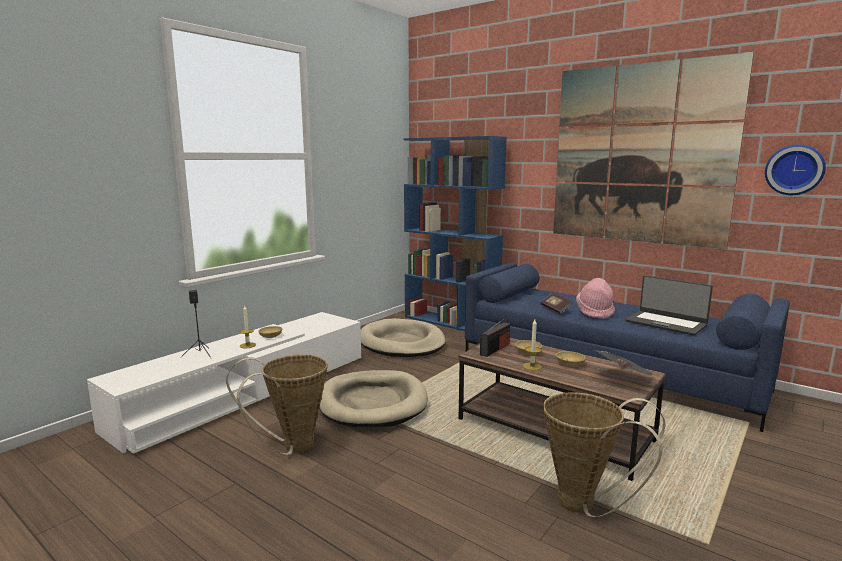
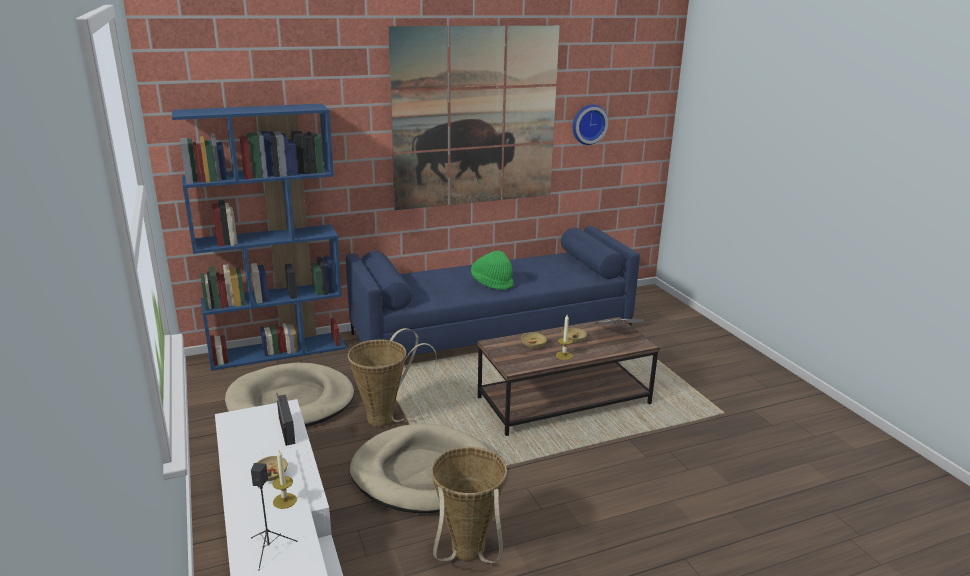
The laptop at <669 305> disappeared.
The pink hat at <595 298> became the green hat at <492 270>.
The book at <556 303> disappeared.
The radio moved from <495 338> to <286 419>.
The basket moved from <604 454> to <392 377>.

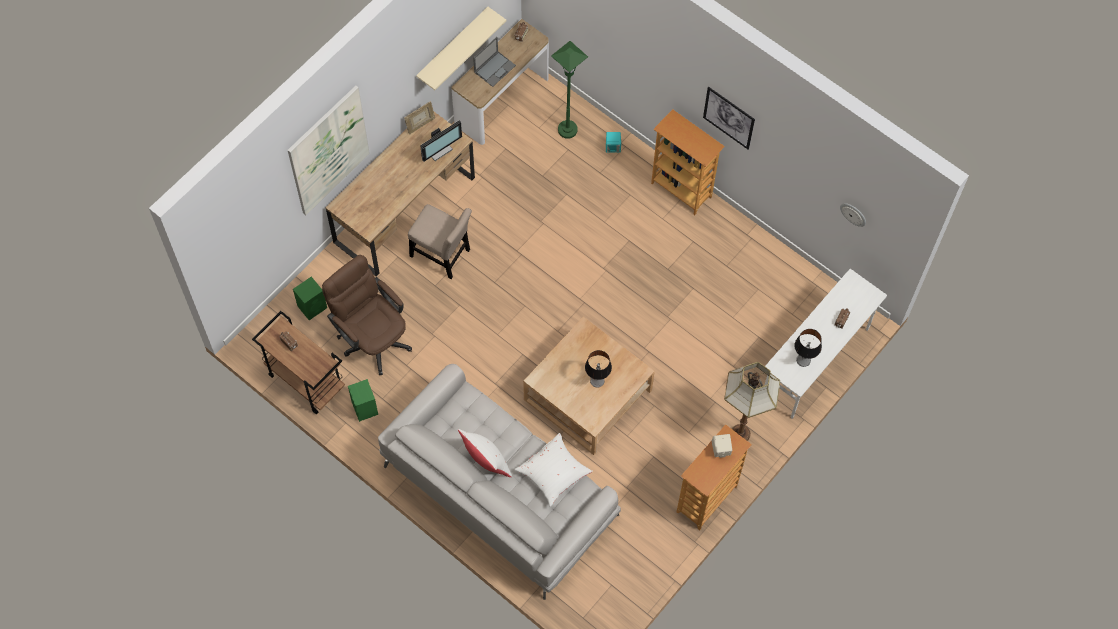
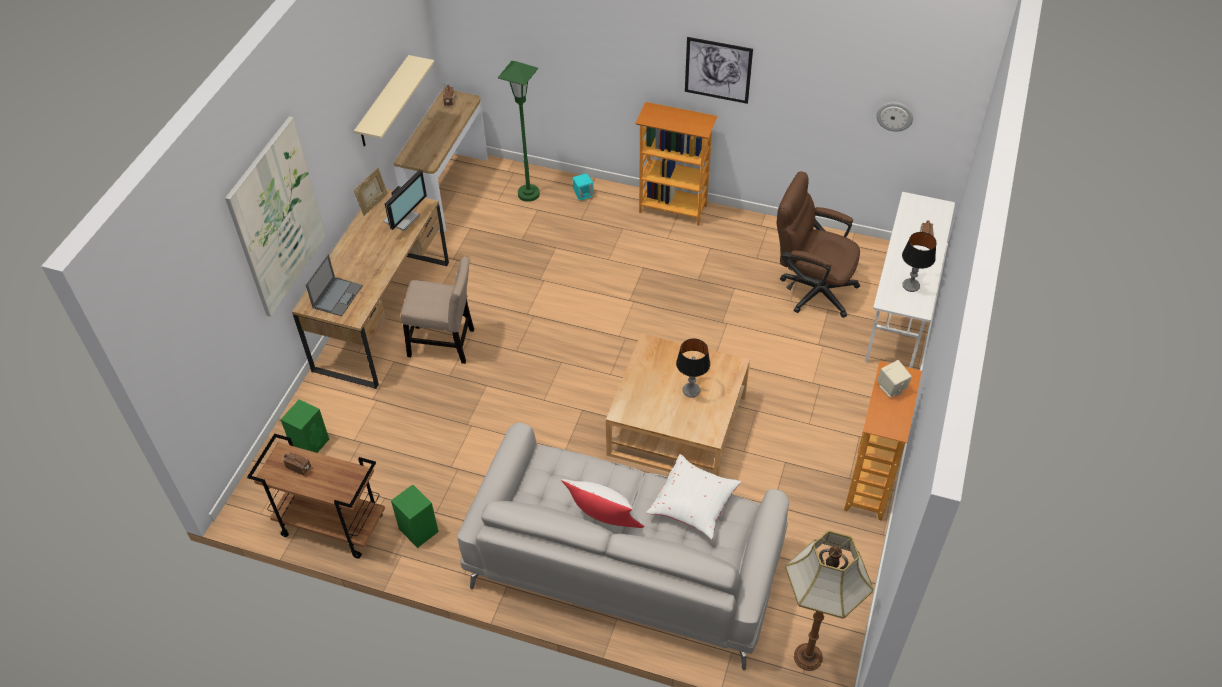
The laptop moved from <494 62> to <334 285>.
The brown office chair moved from <367 315> to <818 244>.
The floor lamp moved from <752 401> to <829 601>.

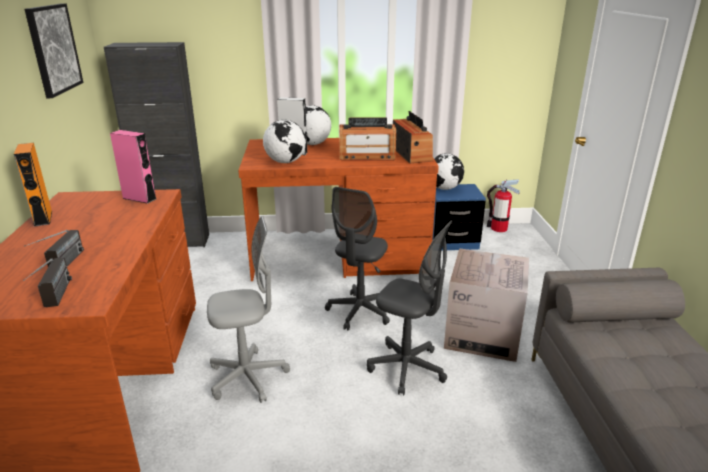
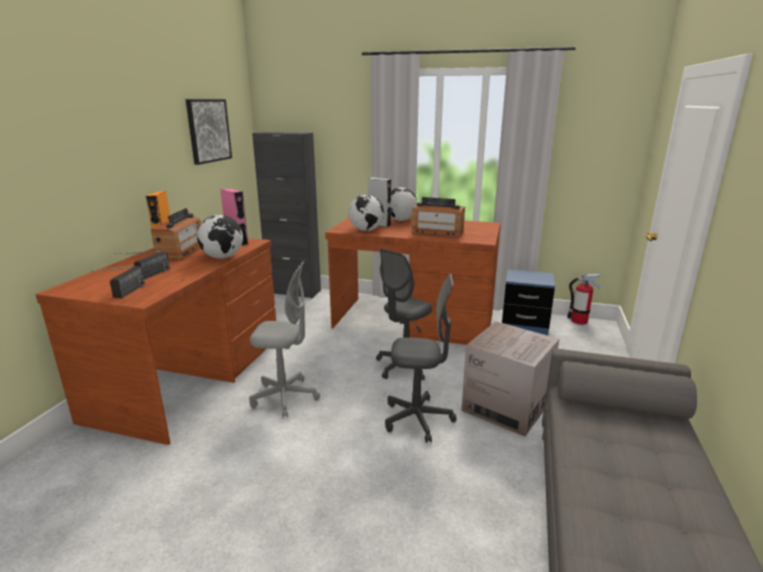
The radio moved from <413 137> to <176 234>.
The globe moved from <449 171> to <220 237>.
The grey office chair at <410 307> turned 45 degrees counterclockwise.

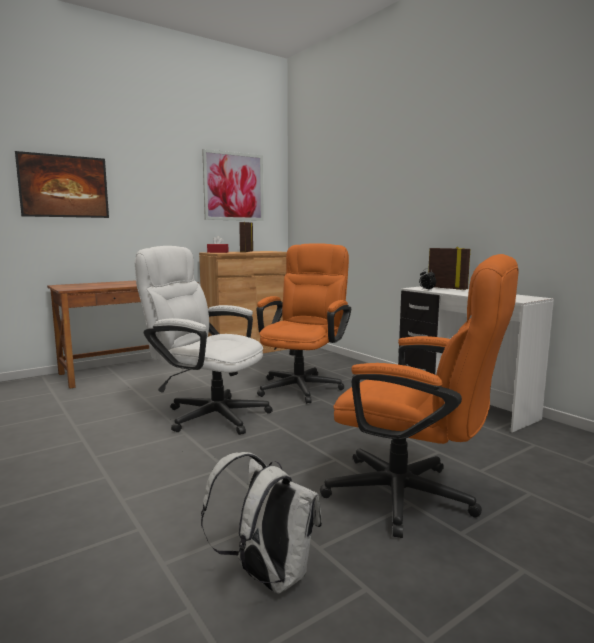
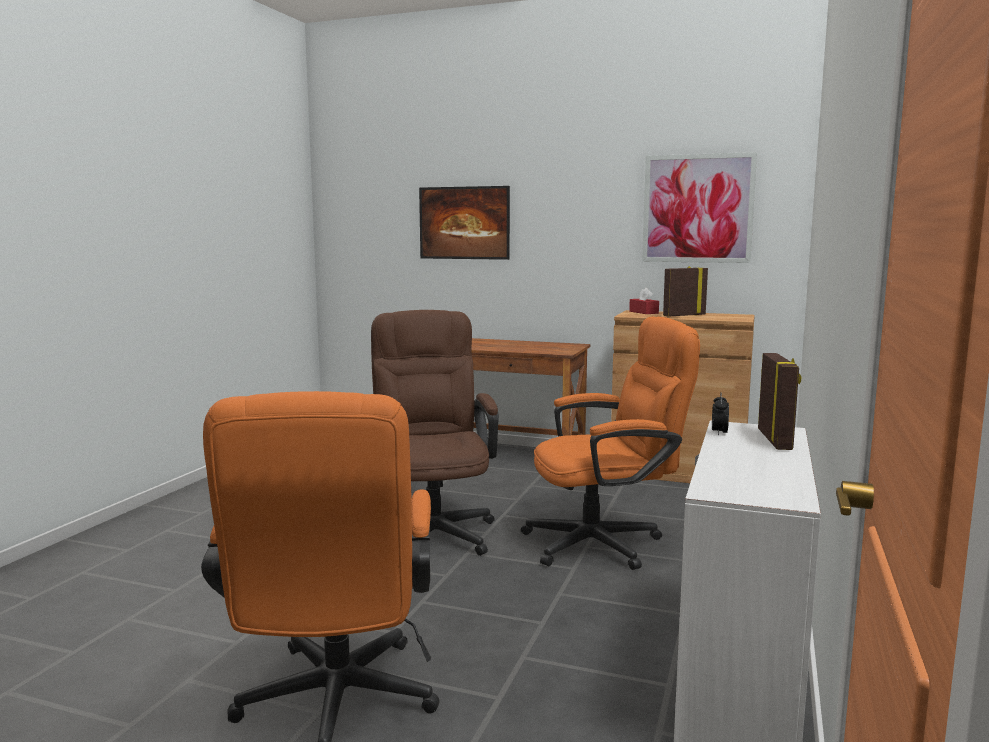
The white office chair at <204 340> became the brown office chair at <435 433>.
The white backpack at <261 523> disappeared.

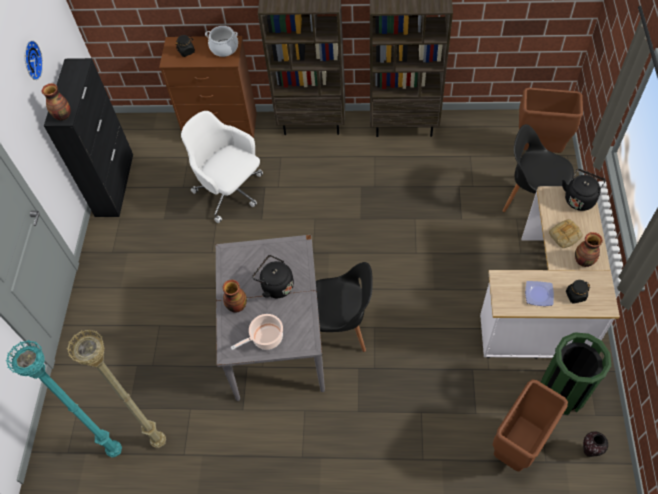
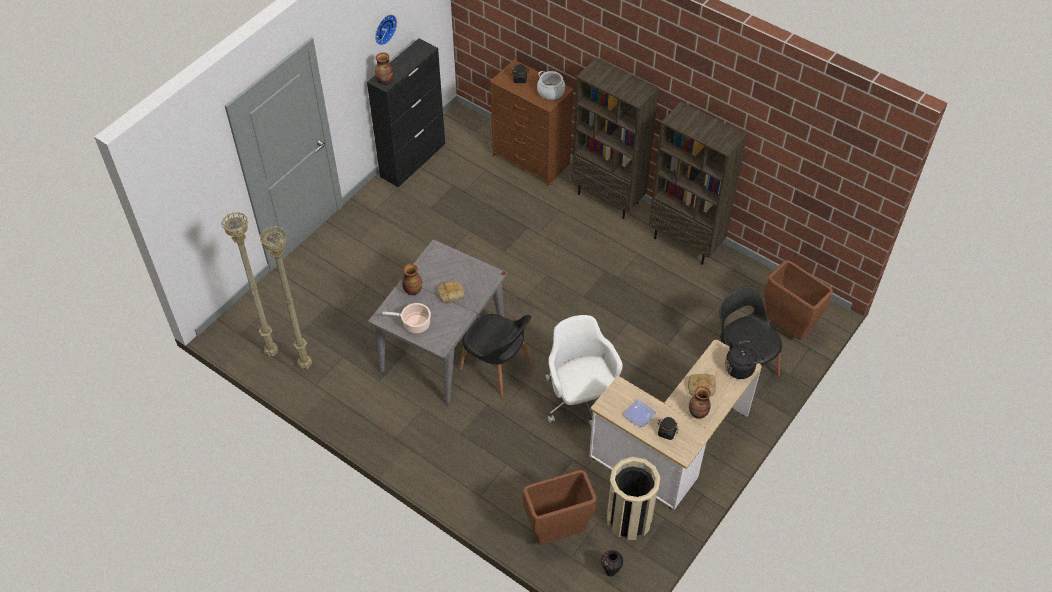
The white office chair moved from <222 167> to <584 371>.
The black kettle at <273 276> was replaced by the bread at <451 292>.
The green trash can at <576 373> became the beige trash can at <633 498>.
The turquoise floor lamp at <64 399> became the beige floor lamp at <249 284>.

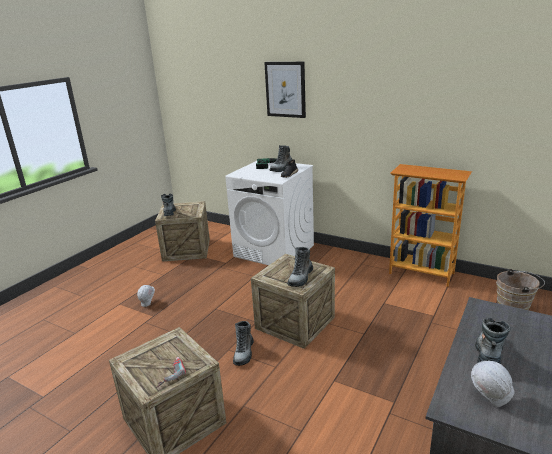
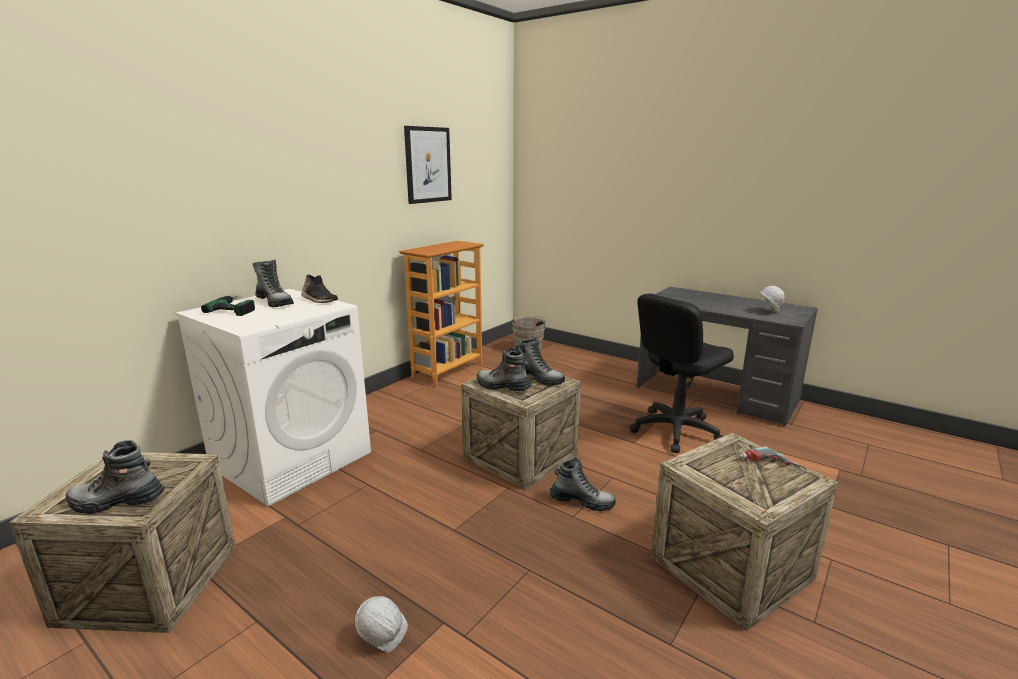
The picture moved from <285 90> to <428 165>.
The boot moved from <493 341> to <504 369>.
The black office chair at <681 373> appeared.

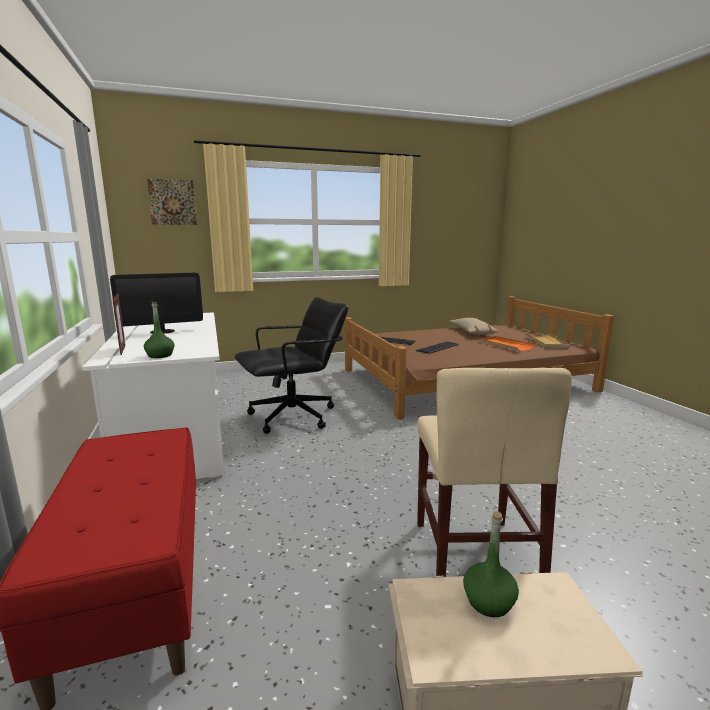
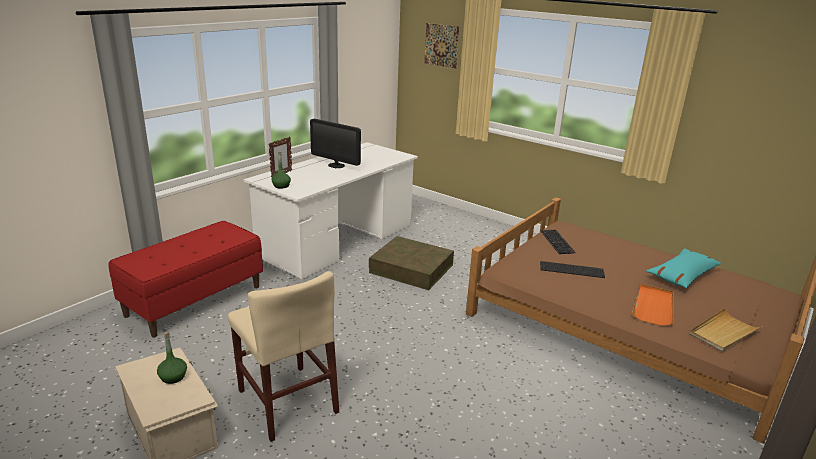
The black office chair at <291 365> was replaced by the brown storage box at <411 263>.
The beige pillow at <474 326> became the turquoise pillow at <684 268>.
The beige chair at <494 472> turned 90 degrees counterclockwise.

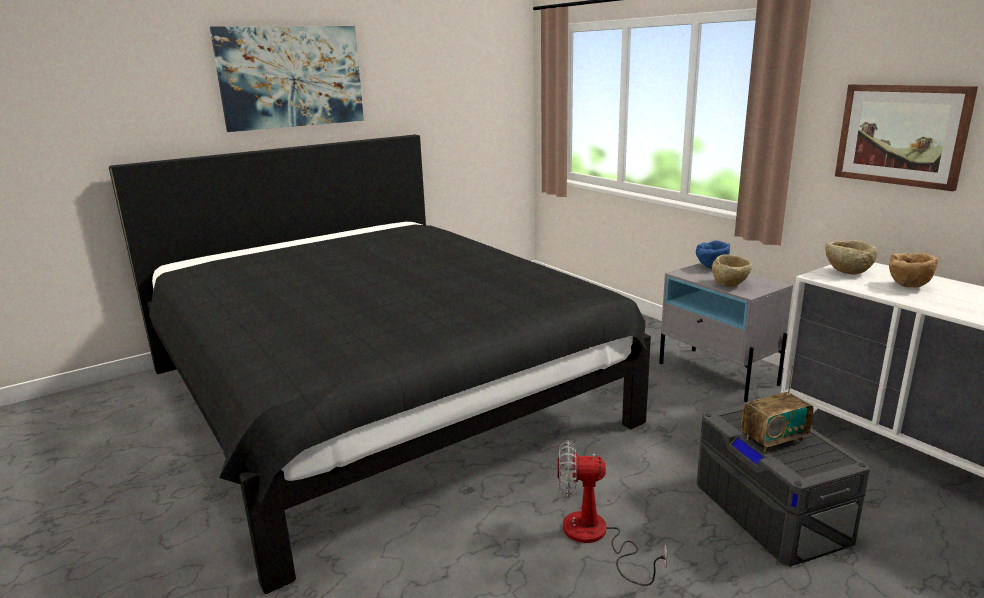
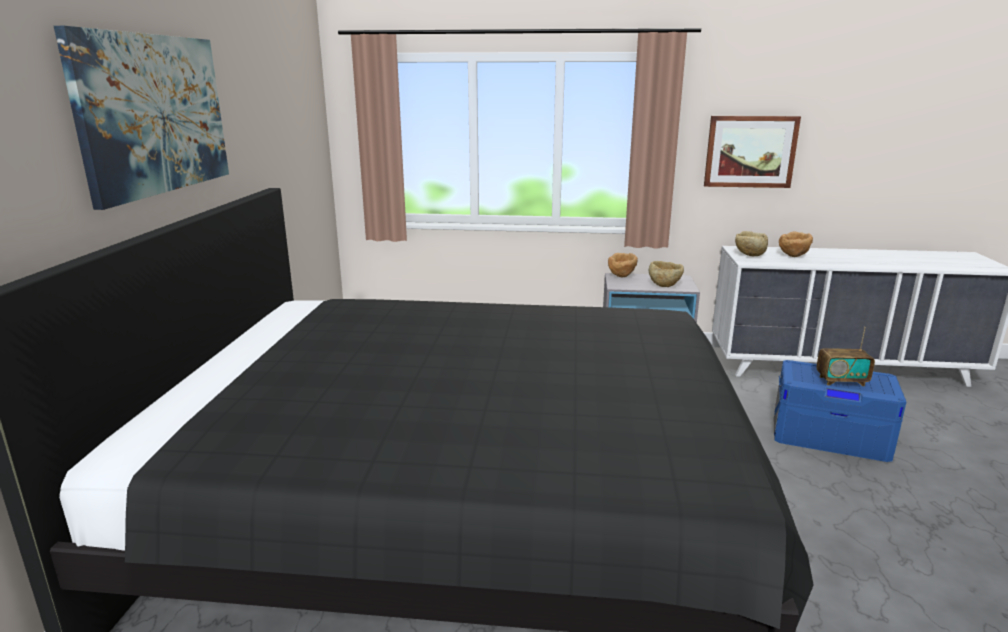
The blue bowl at <713 254> became the brown bowl at <623 265>.
The radio at <777 408> turned 75 degrees clockwise.
The grey storage box at <783 485> became the blue storage box at <840 411>.
The fan at <612 513> disappeared.

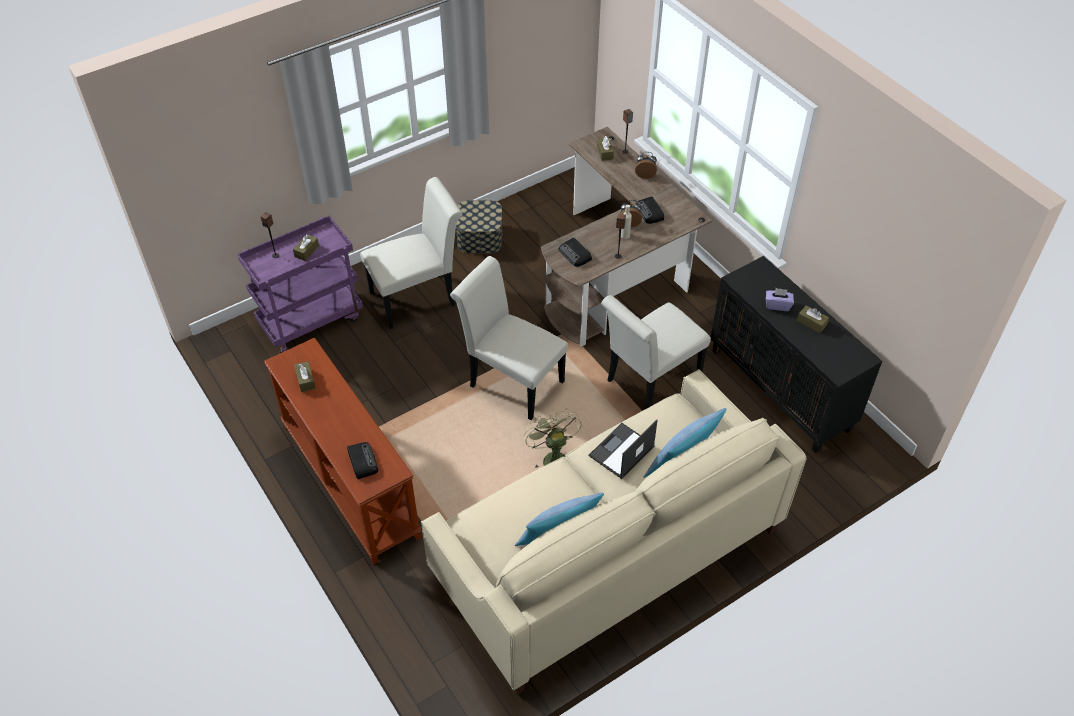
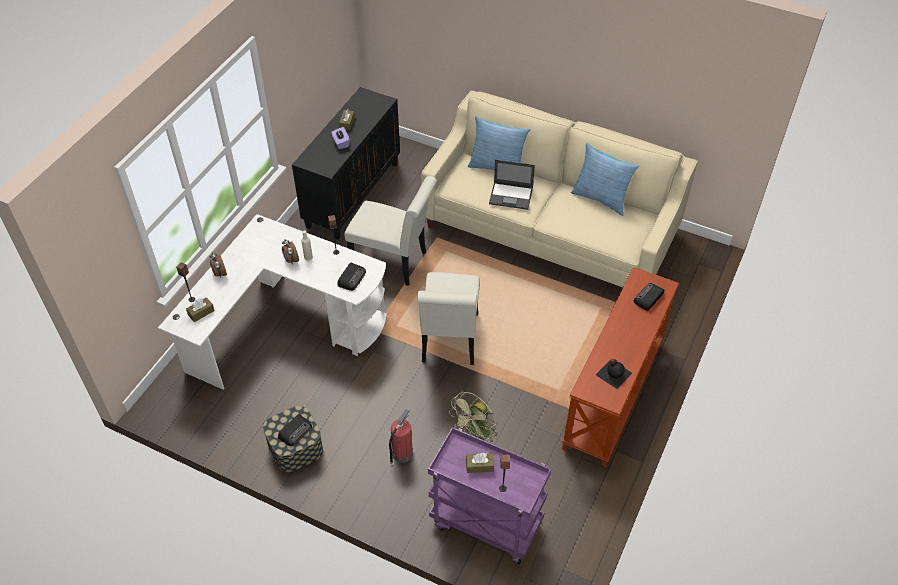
The brown desk at <626 236> became the white desk at <272 302>.
The white chair at <411 253> was replaced by the fire extinguisher at <401 438>.
The radio moved from <649 210> to <295 430>.
The brown tissue box at <305 376> was replaced by the black bottle at <614 374>.
The green fan moved from <553 438> to <473 417>.

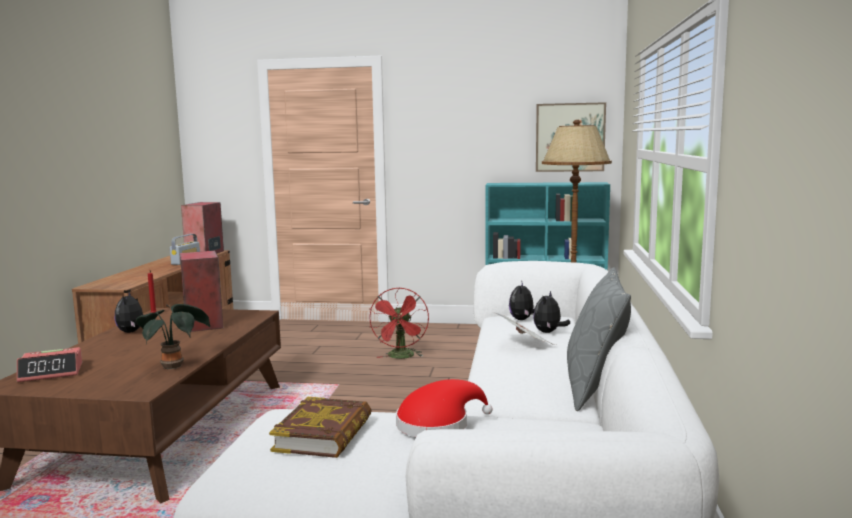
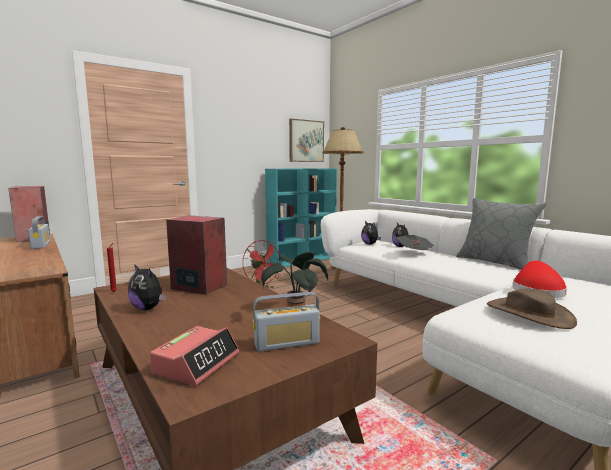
The book at <320 427> was replaced by the brown hat at <532 308>.
The radio at <286 322> appeared.

